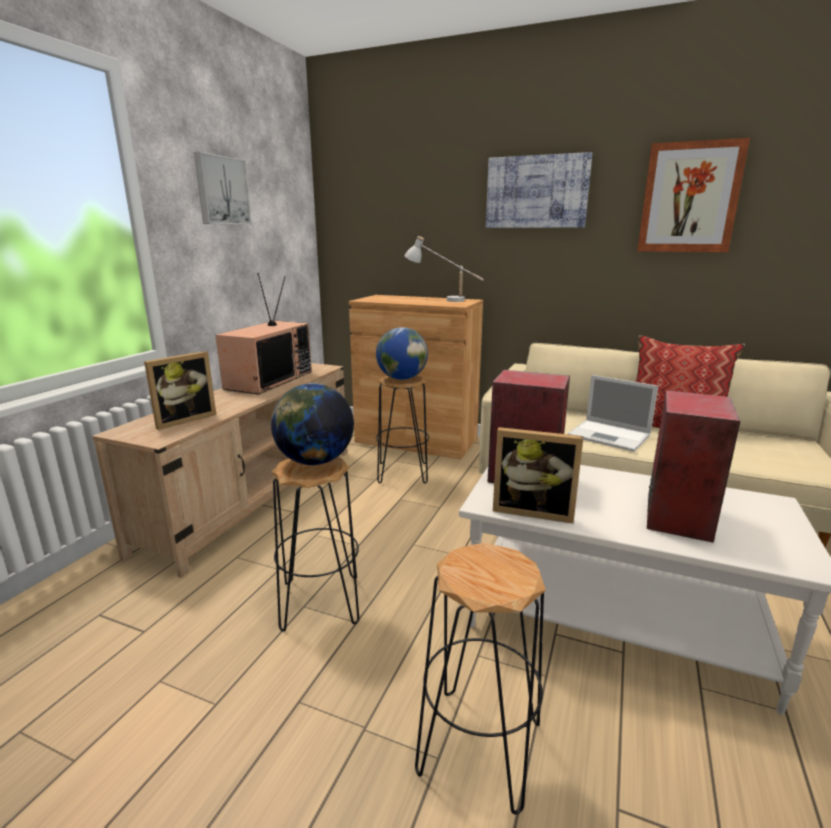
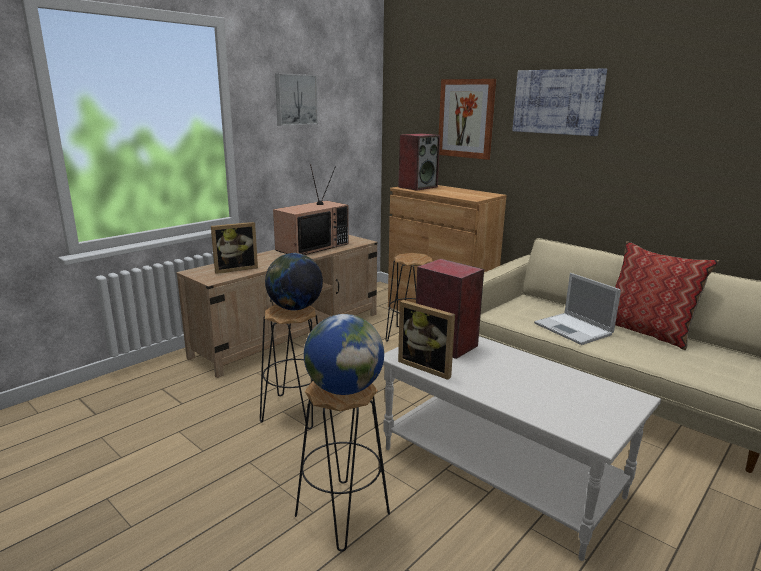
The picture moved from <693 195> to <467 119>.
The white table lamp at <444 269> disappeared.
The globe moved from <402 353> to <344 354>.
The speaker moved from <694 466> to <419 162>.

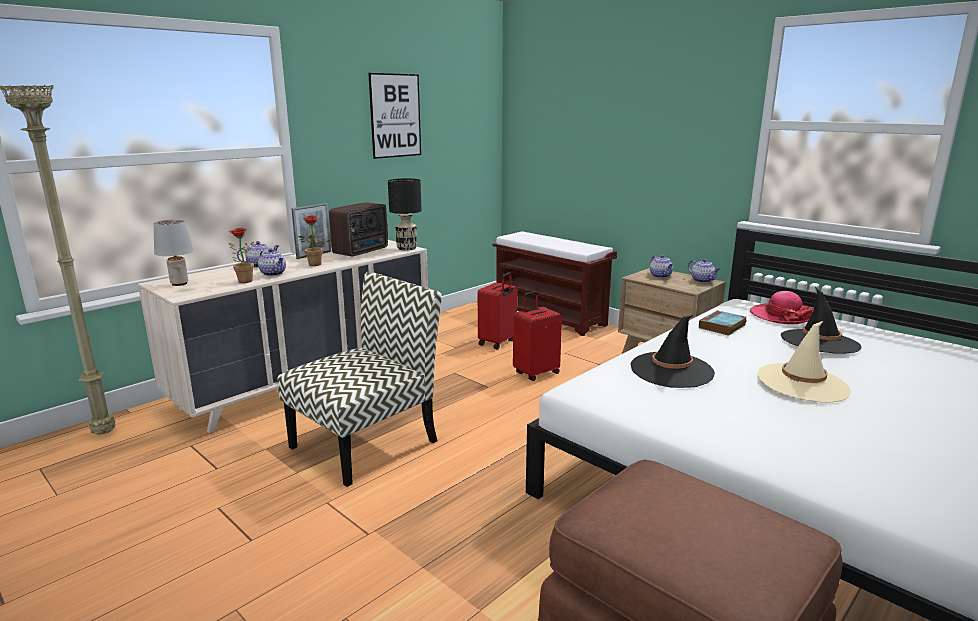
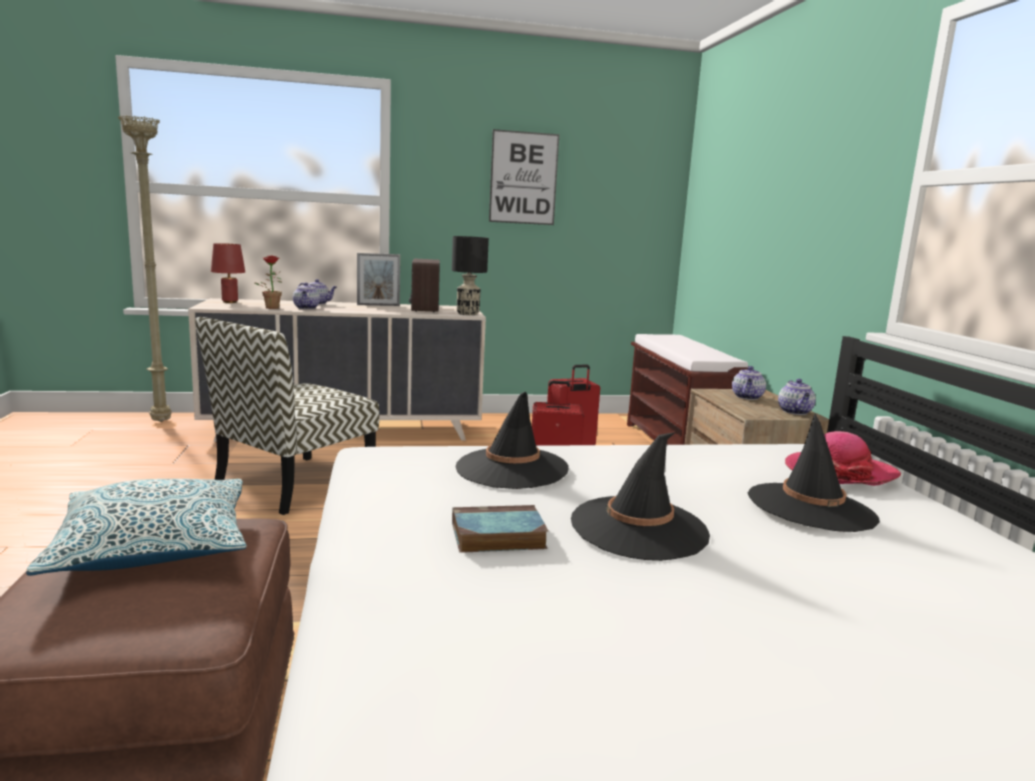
The radio at <358 229> turned 105 degrees clockwise.
The potted plant at <315 240> disappeared.
The grey table lamp at <173 253> became the red table lamp at <228 273>.
The chair at <359 379> turned 135 degrees clockwise.
The book moved from <722 323> to <500 529>.
The beige hat at <804 361> became the black hat at <640 496>.
The pillow at <136 527> appeared.

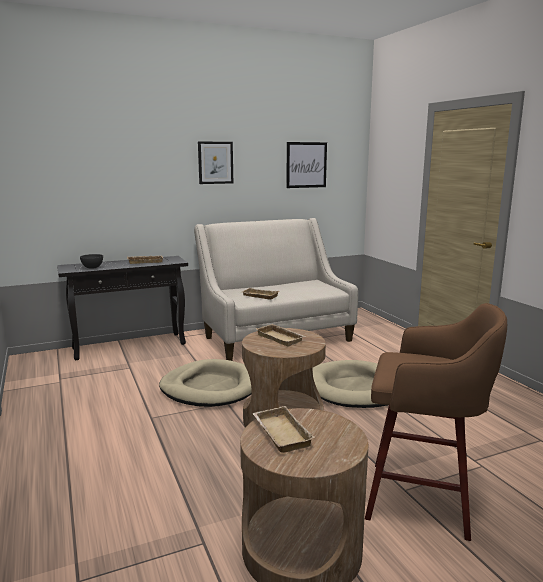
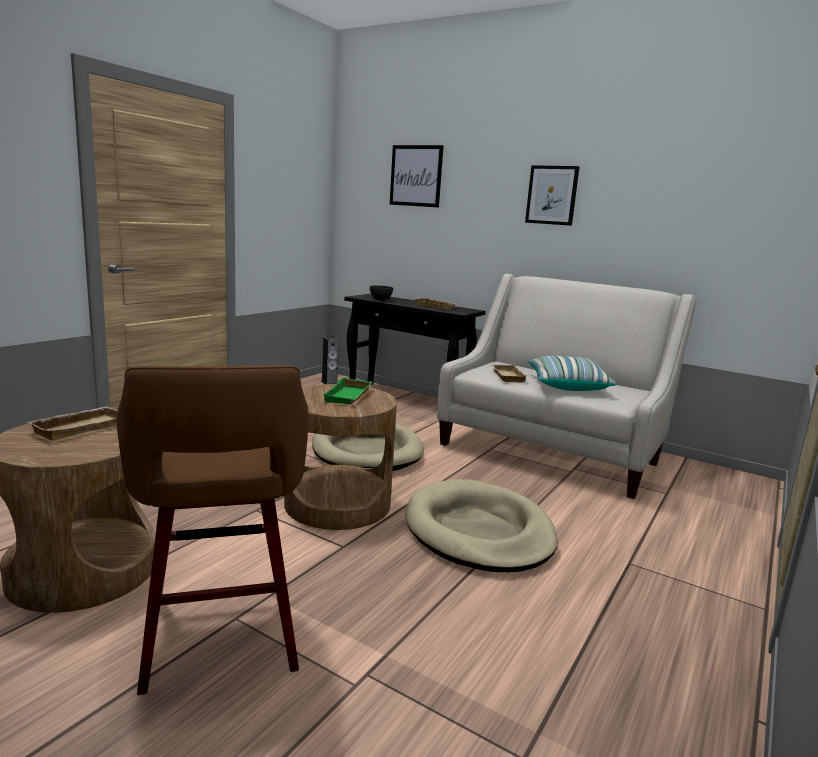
The picture moved from <306 165> to <417 176>.
The beige tray at <280 335> became the green tray at <347 390>.
The speaker at <330 359> appeared.
The pillow at <572 373> appeared.

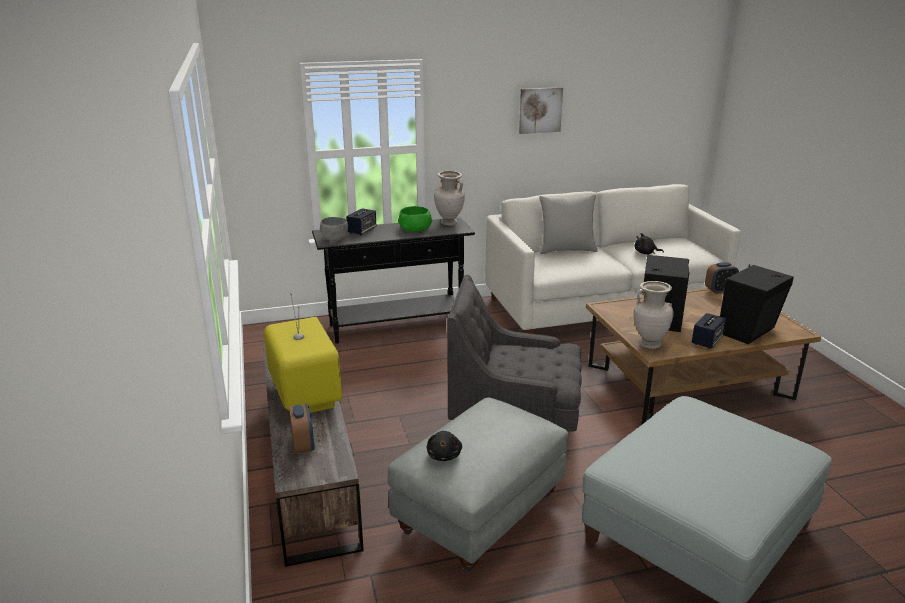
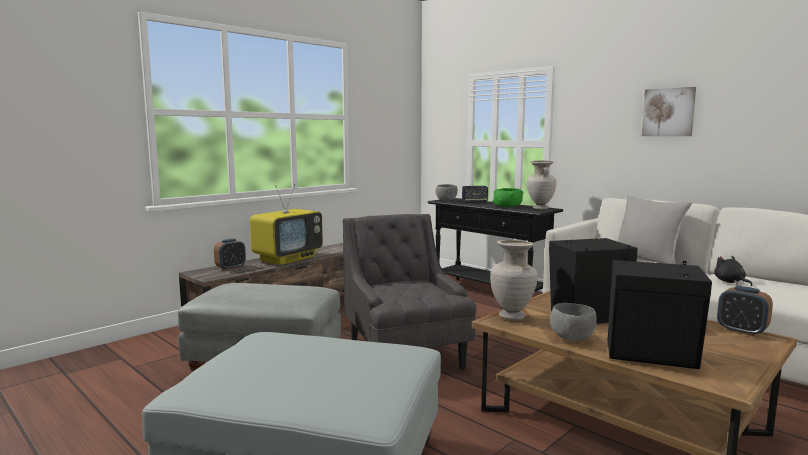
The speaker at <709 331> was replaced by the grey bowl at <573 322>.
The black plush toy at <444 446> disappeared.

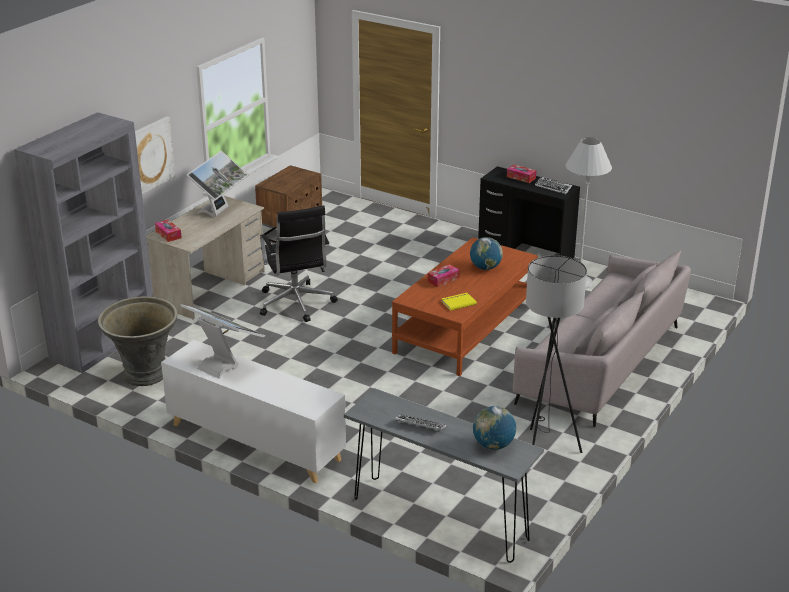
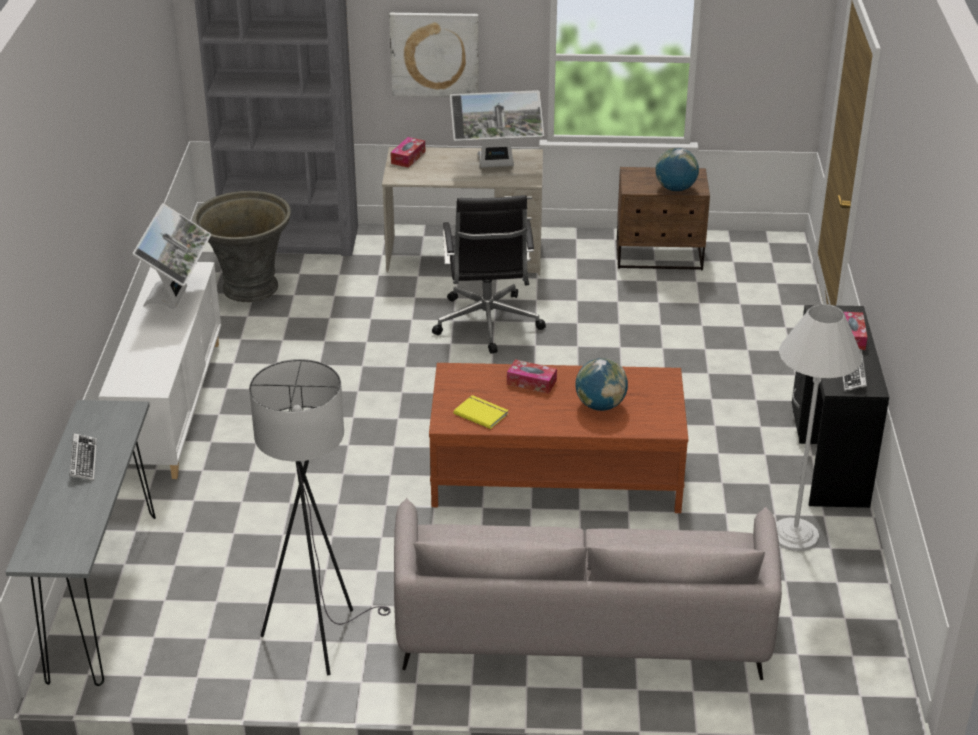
The black office chair at <299 264> turned 45 degrees counterclockwise.
The globe moved from <494 428> to <677 169>.

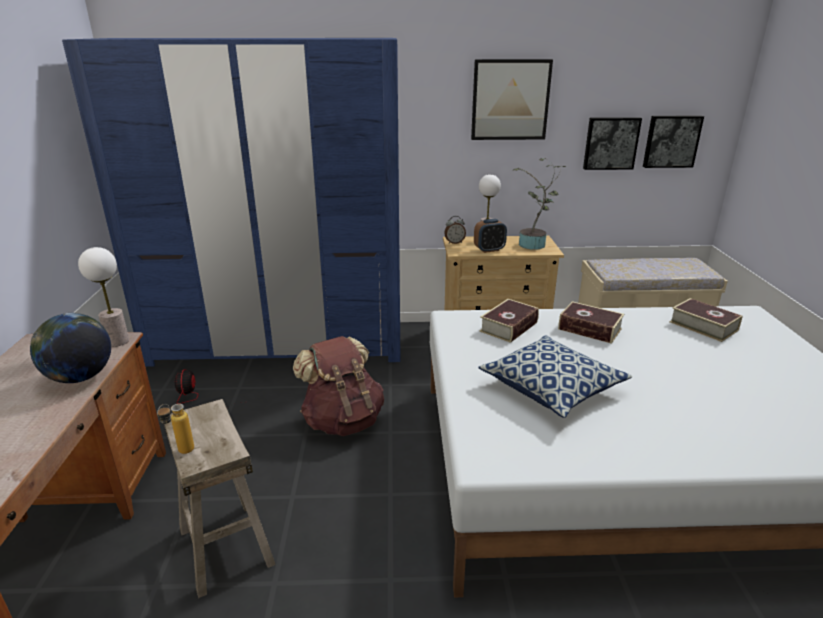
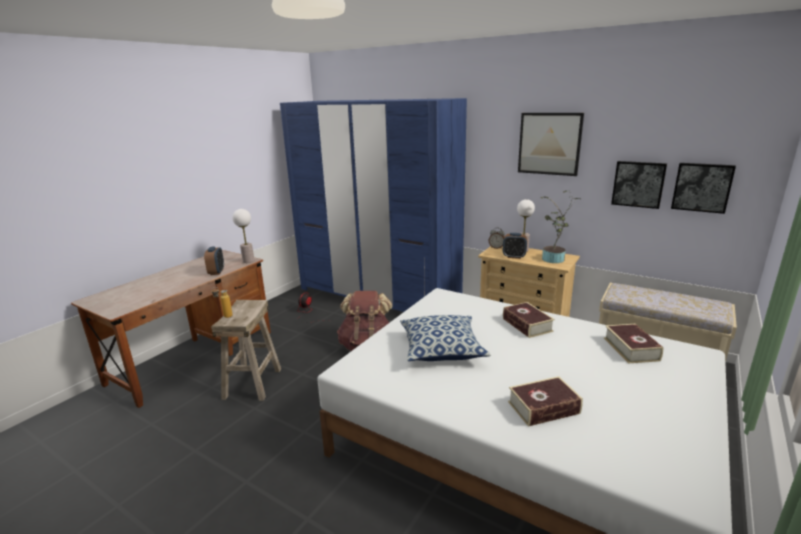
The book moved from <509 321> to <545 401>.
The globe at <70 348> was replaced by the alarm clock at <214 260>.

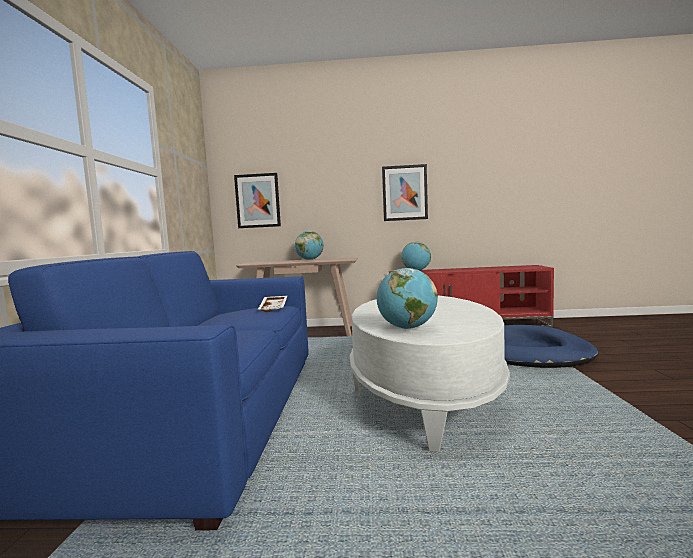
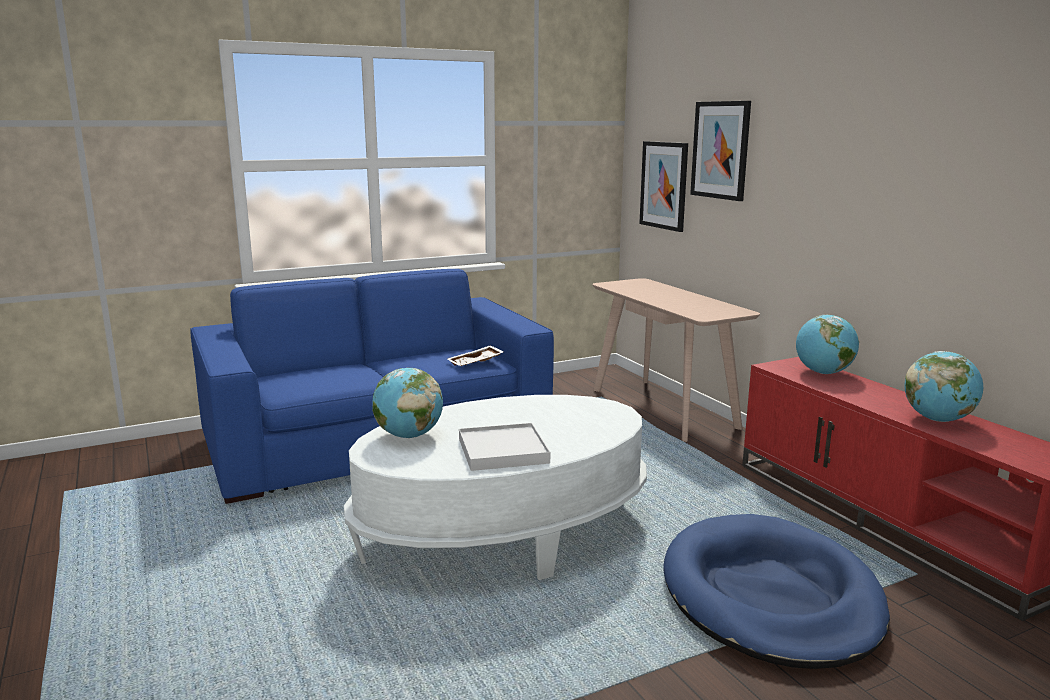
The picture moved from <405 192> to <720 151>.
The globe moved from <309 245> to <944 386>.
The white tray at <504 447> appeared.

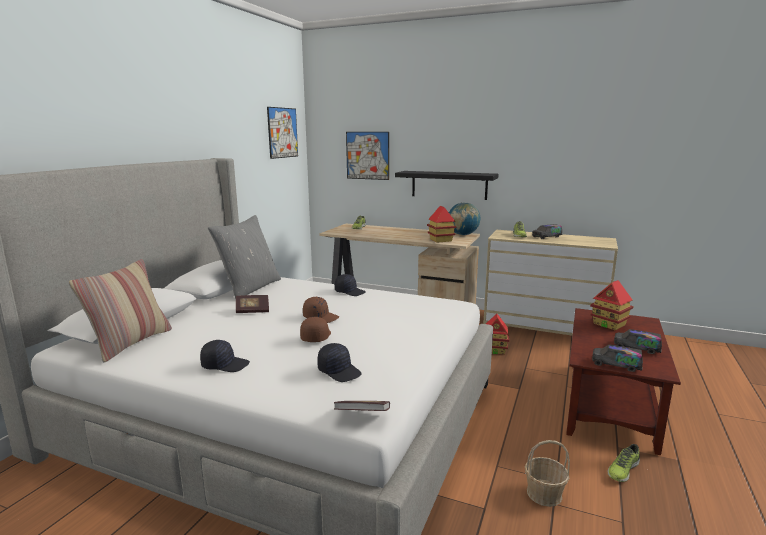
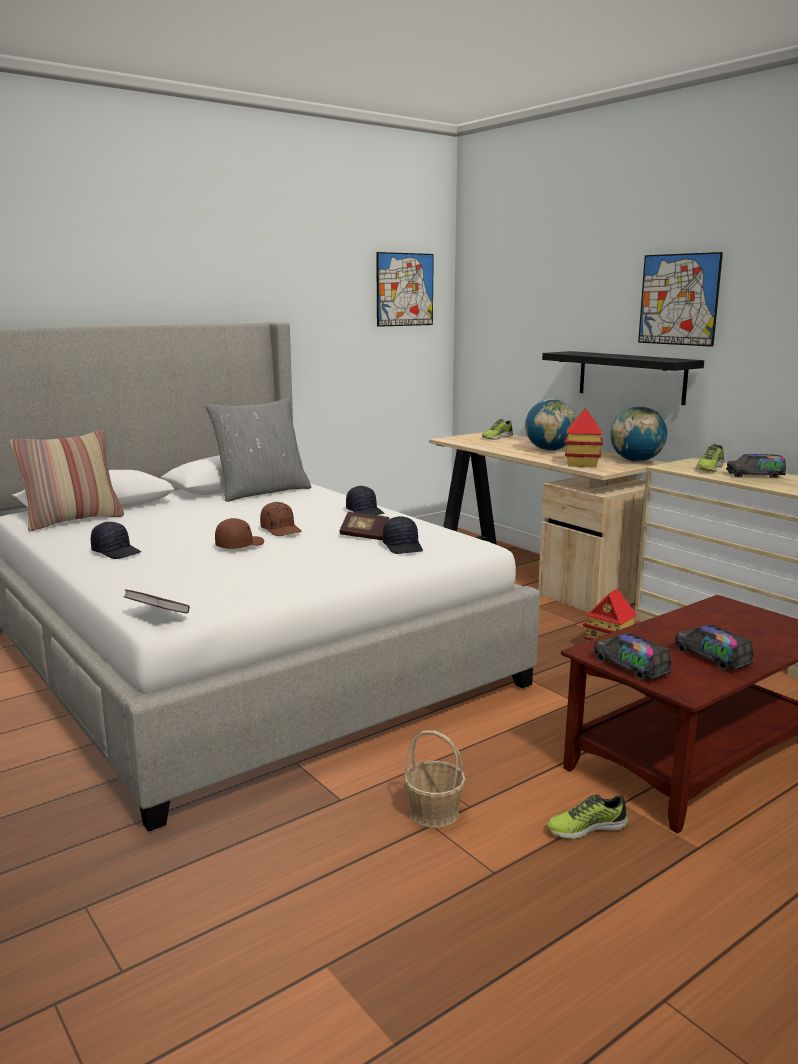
The picture moved from <367 156> to <680 299>.
The toy house at <612 305> disappeared.
The book moved from <252 304> to <365 526>.
The black cap moved from <339 362> to <403 535>.
The globe at <550 425> appeared.

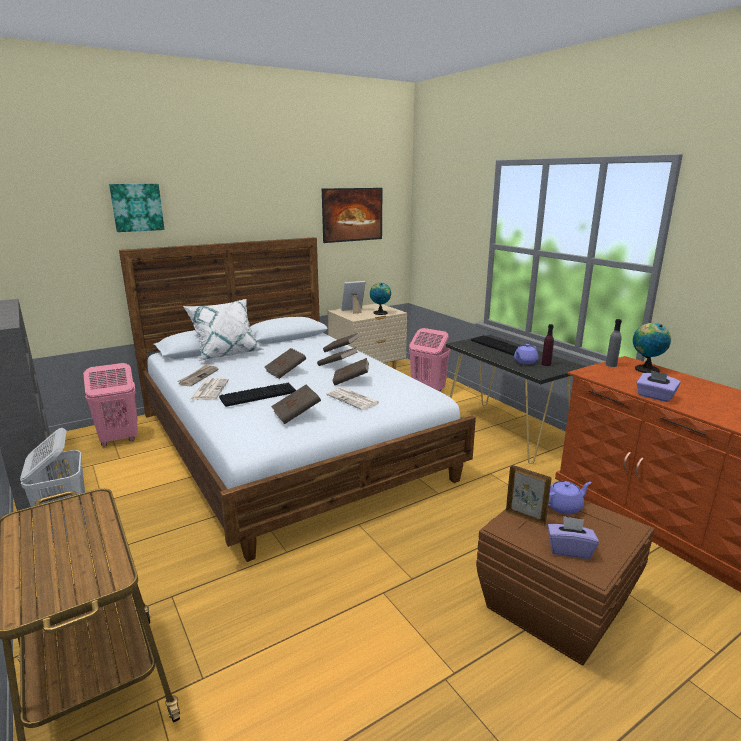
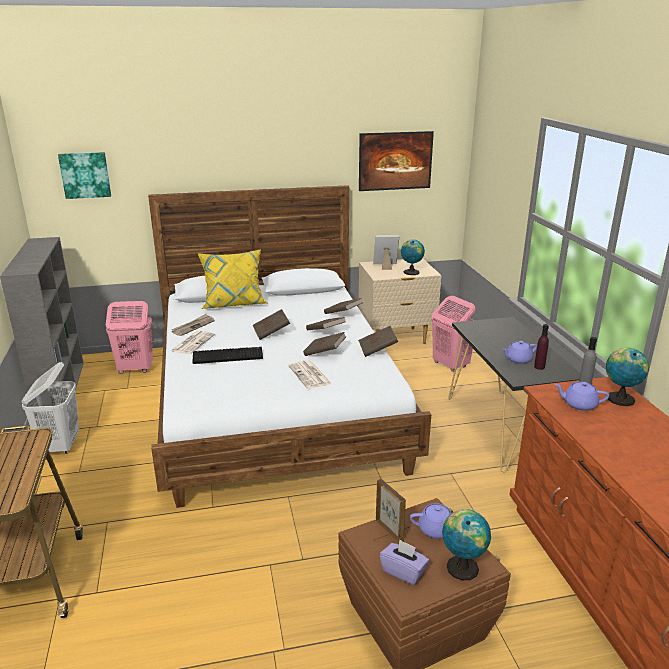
The picture moved from <137 208> to <84 175>.
The white pillow at <223 330> became the yellow pillow at <232 279>.
The keyboard at <494 345> disappeared.
The purple tissue box at <658 386> disappeared.
The brown book moved from <296 404> to <378 341>.
The purple teapot at <582 396> appeared.
The globe at <466 544> appeared.

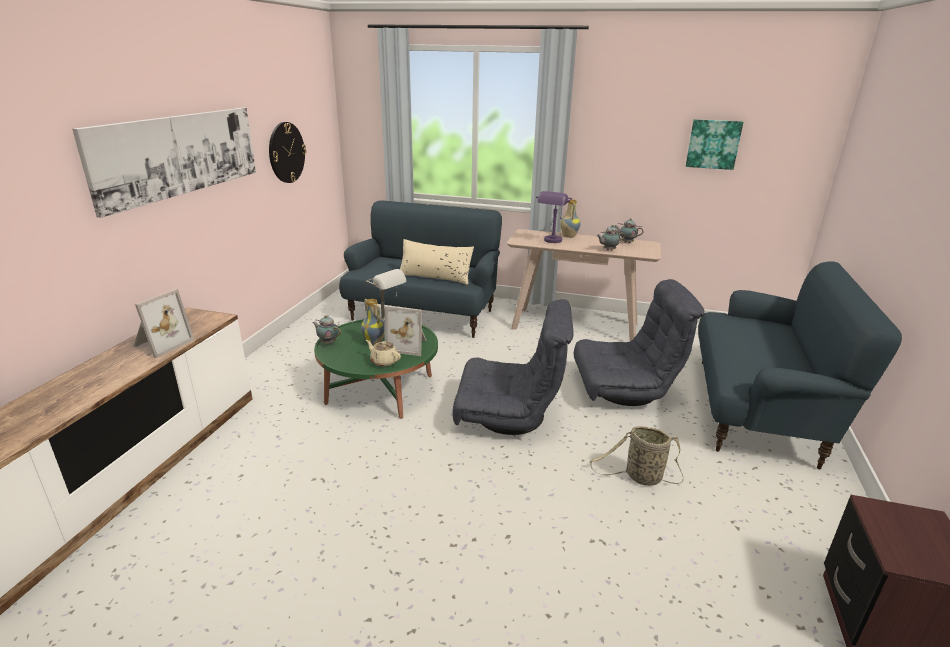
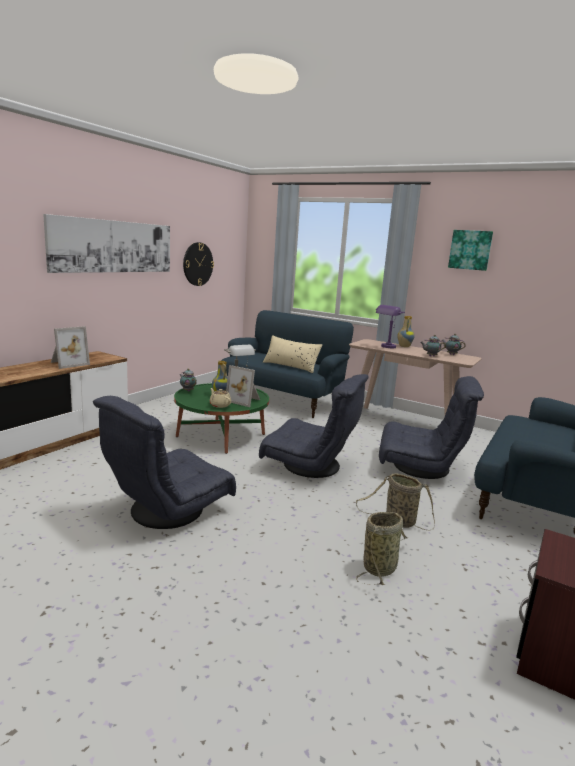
The picture moved from <714 144> to <470 250>.
The grey armchair at <164 462> appeared.
The basket at <382 548> appeared.

